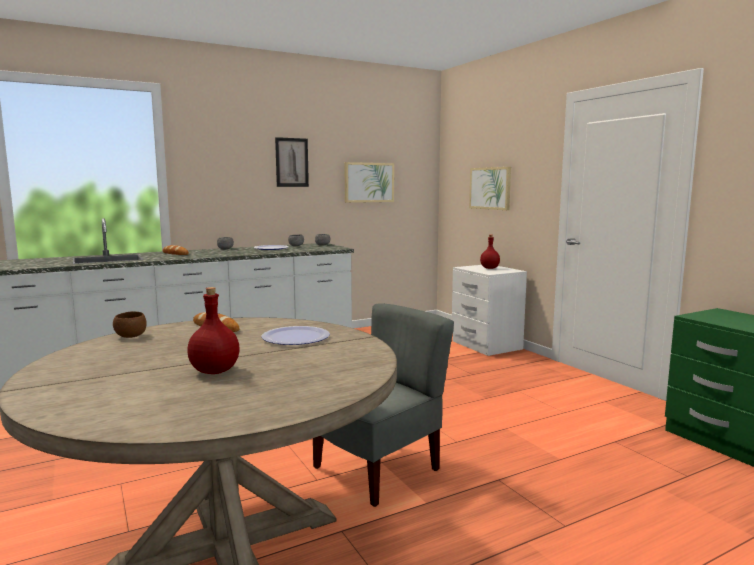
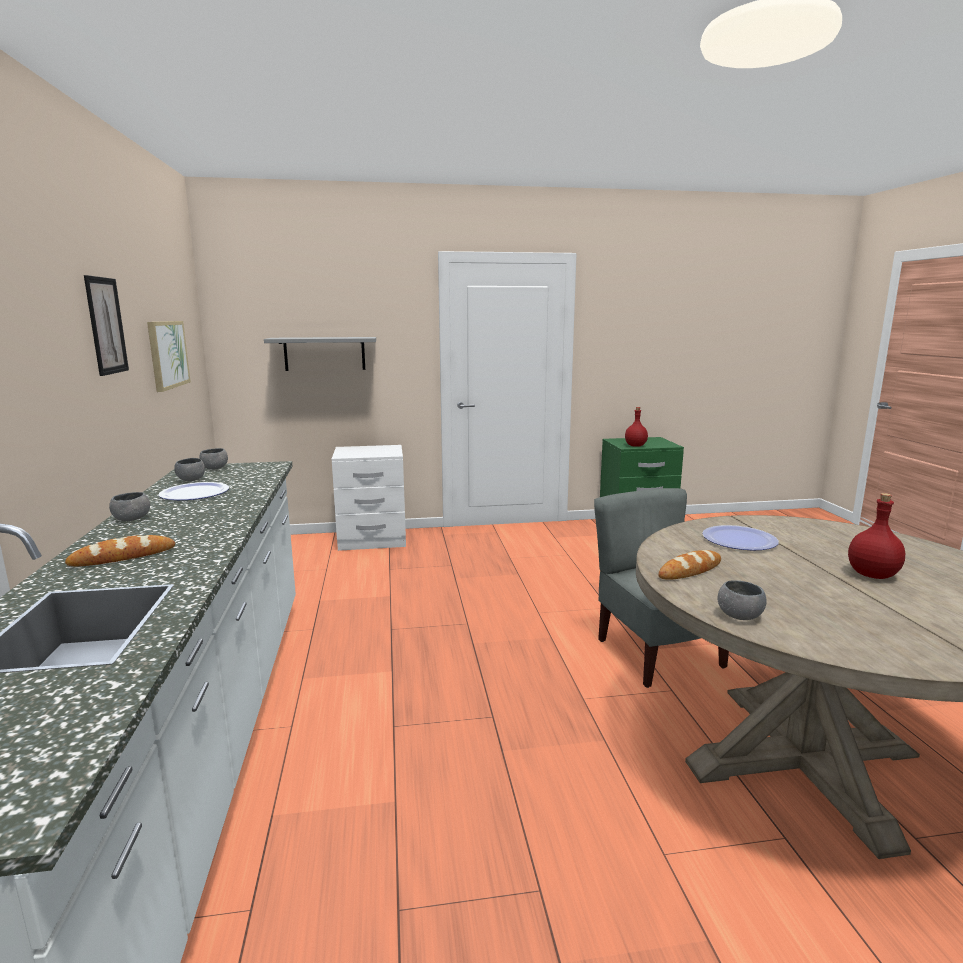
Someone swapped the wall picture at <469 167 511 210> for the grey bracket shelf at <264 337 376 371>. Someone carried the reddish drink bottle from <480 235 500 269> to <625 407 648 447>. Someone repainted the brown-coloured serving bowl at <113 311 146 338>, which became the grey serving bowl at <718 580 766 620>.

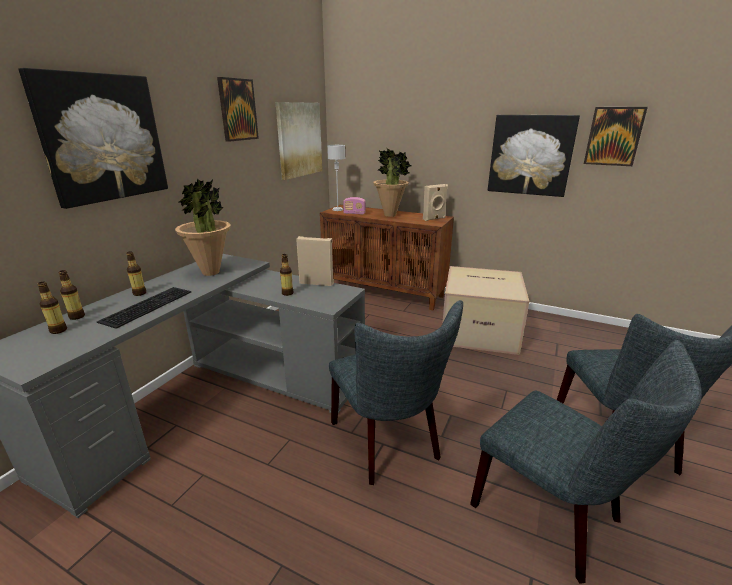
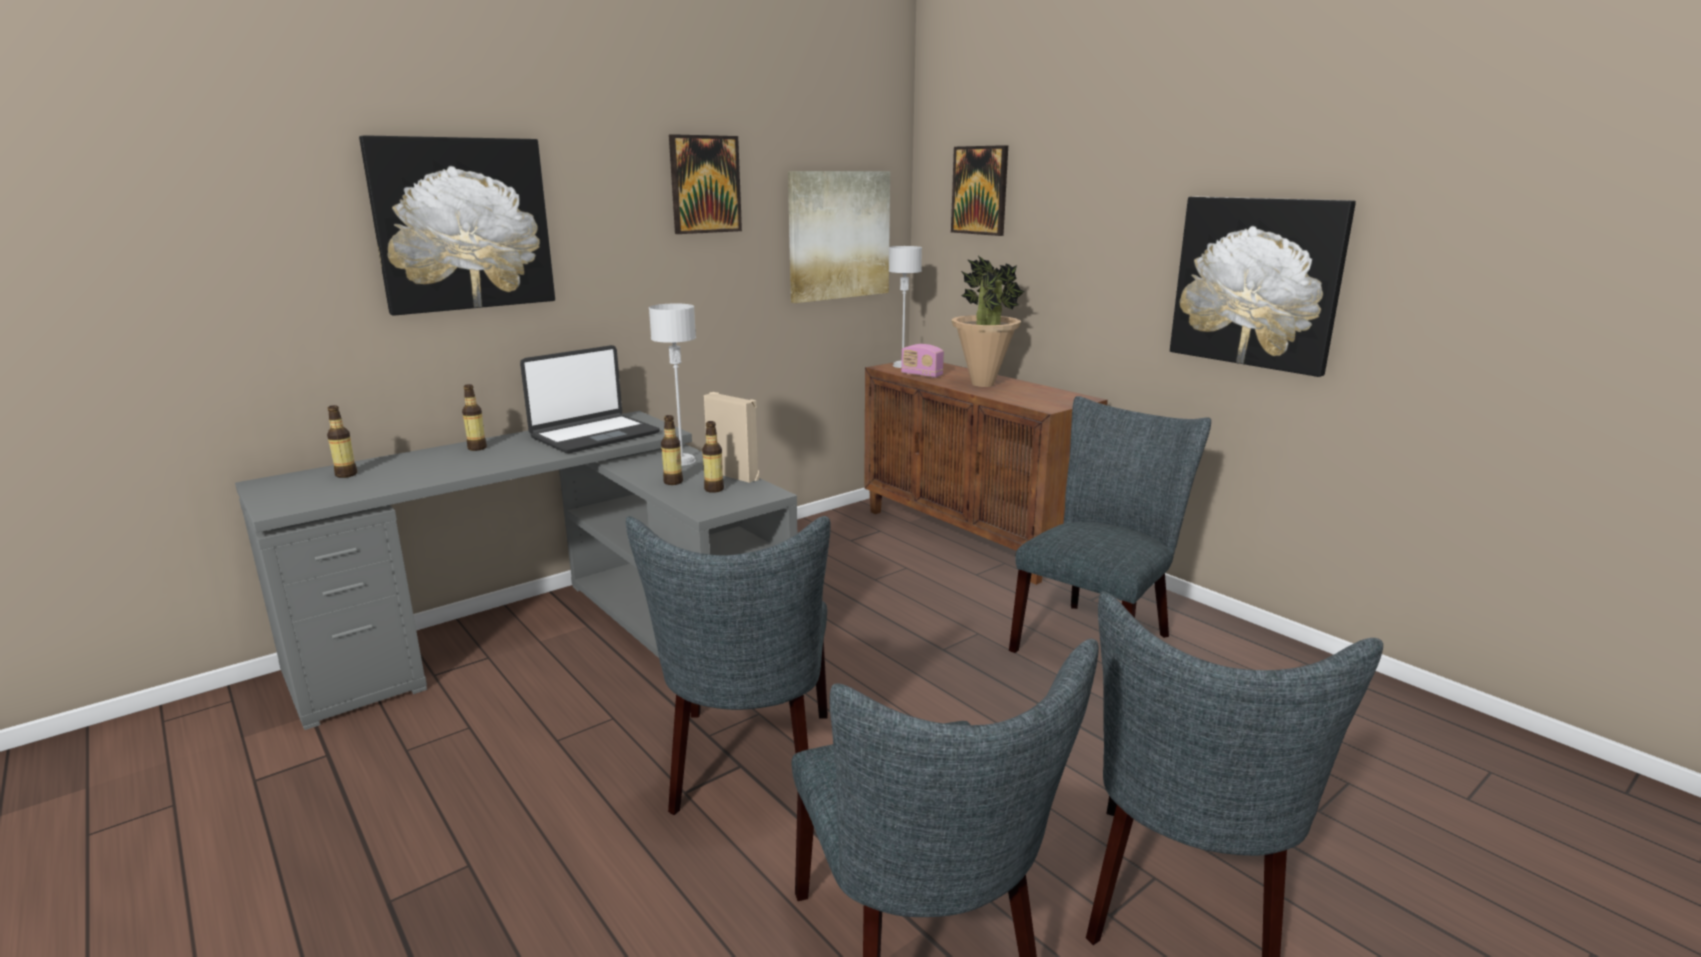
Someone swapped the houseplant at <175 178 231 276> for the portable computer at <520 345 660 453>. Someone put down the grey lamp for a table at <649 304 696 466>. Someone carried the drink bottle from <58 270 85 320> to <702 421 724 493>. Someone carried the wall picture from <584 107 648 166> to <951 145 1008 236>. Someone swapped the cardboard box at <442 266 529 355> for the grey plain chair at <1009 396 1211 653>. Someone took away the PC keyboard at <97 287 191 329>. Someone took away the beige-coloured loudspeaker at <423 184 448 221>.

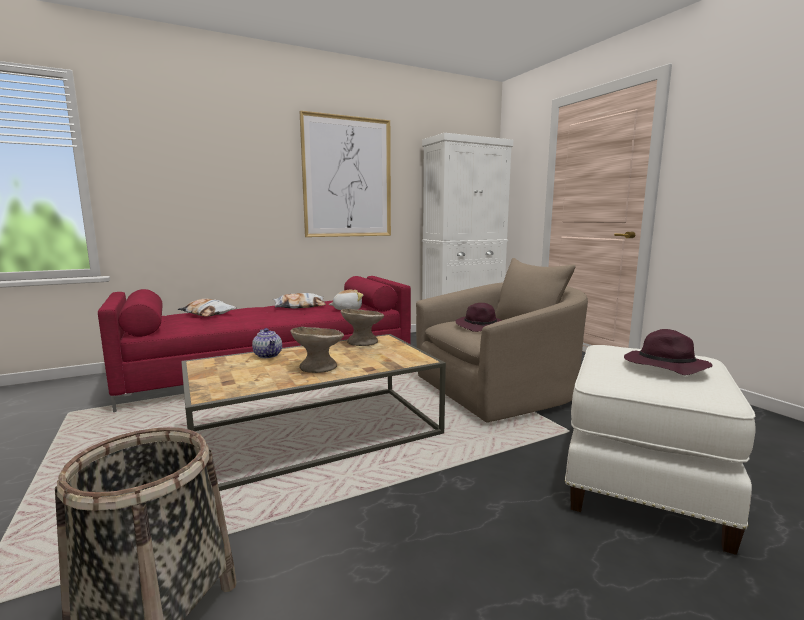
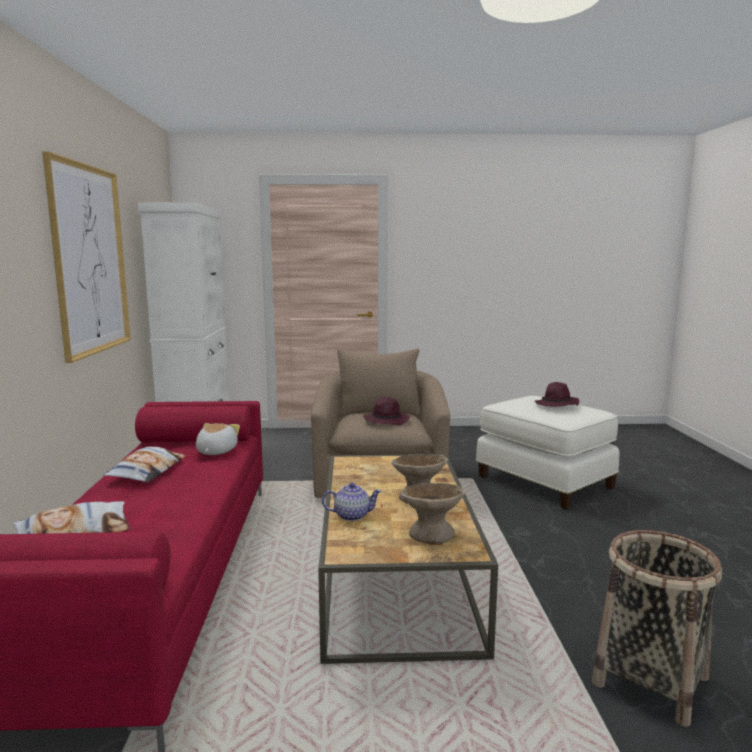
Someone carried the beige-coloured serving bowl from <341 309 384 346> to <400 483 466 544>.

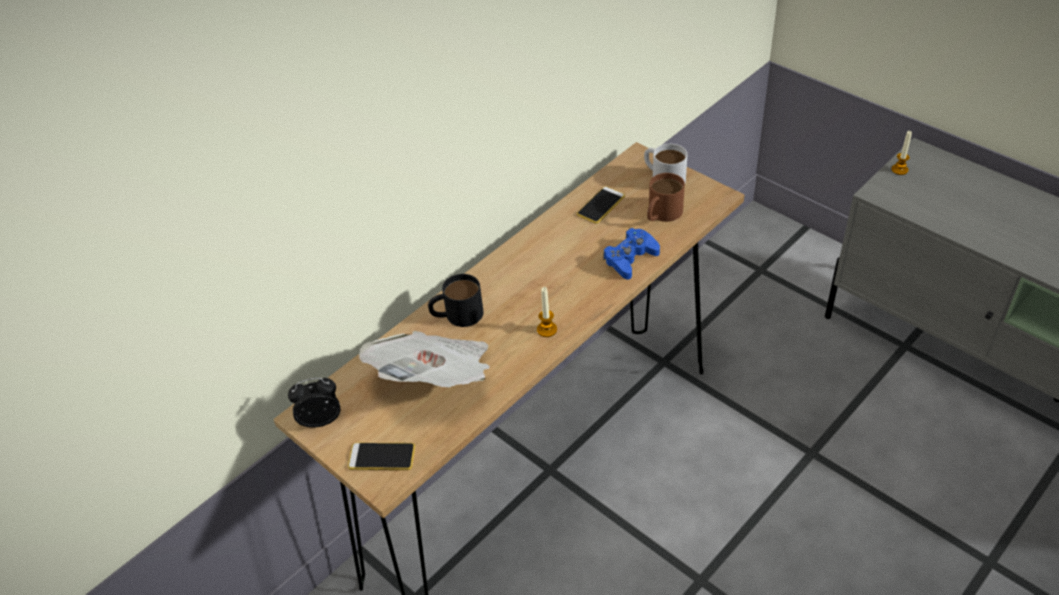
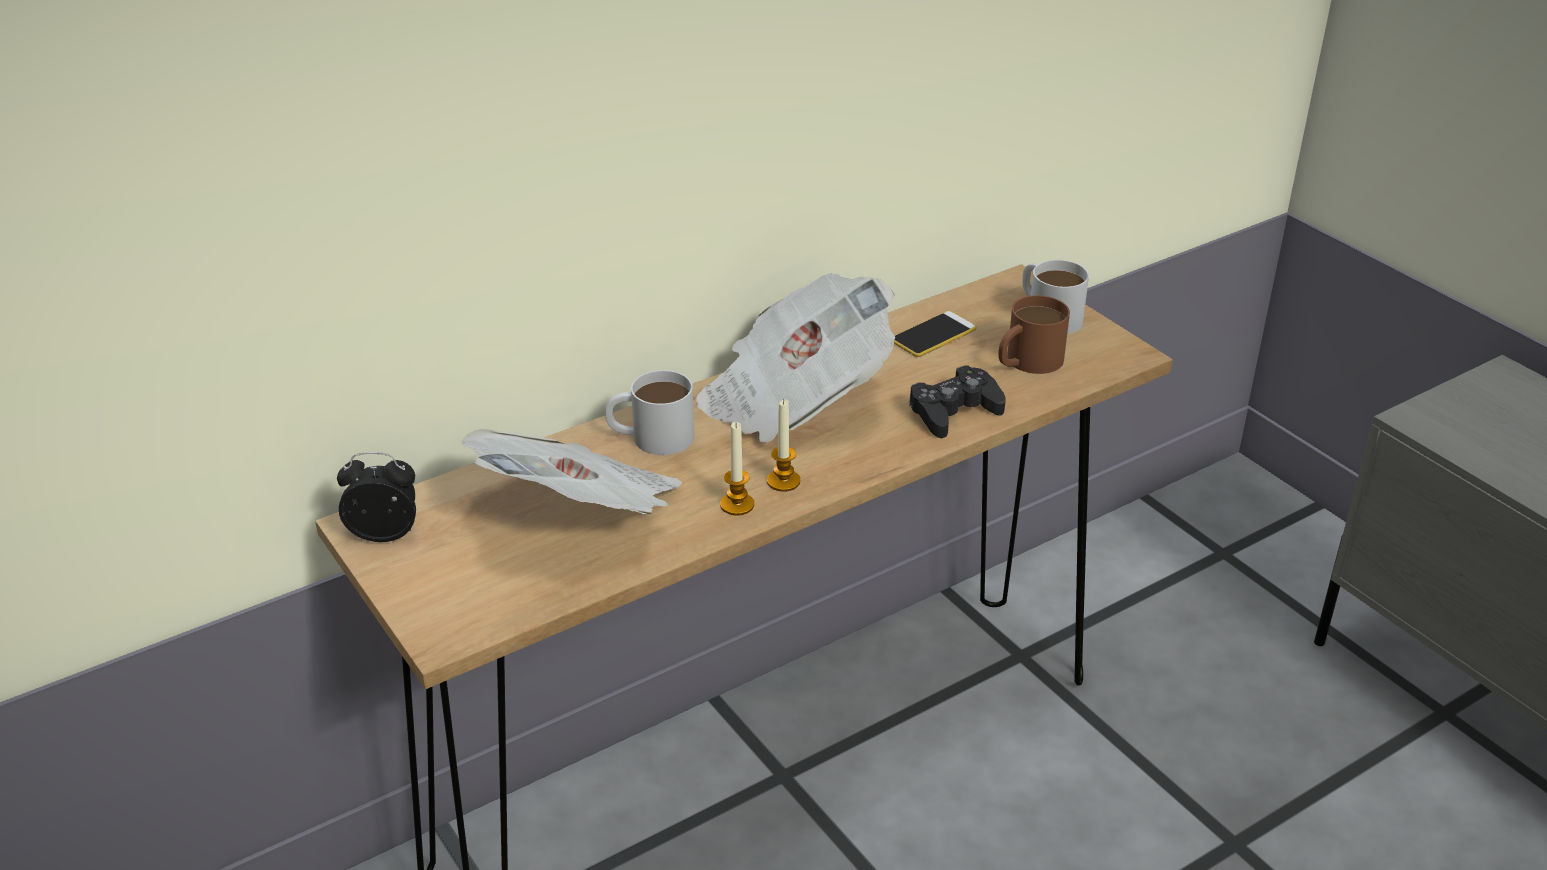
Someone repainted the blackish tea mug at <428 274 483 327>, which became the whitish tea mug at <605 370 694 455>. Someone put down the daily paper at <696 273 895 443>. Someone carried the wax light from <891 131 912 175> to <720 422 754 516>. Someone repainted the bluish gamepad at <603 228 660 279>, which became the blackish gamepad at <909 365 1006 438>. Someone took away the handset at <348 443 415 470>.

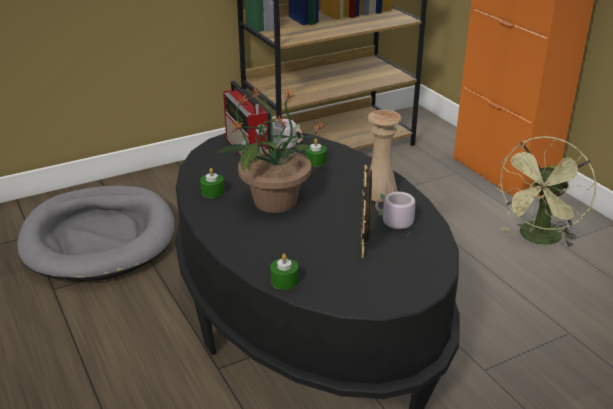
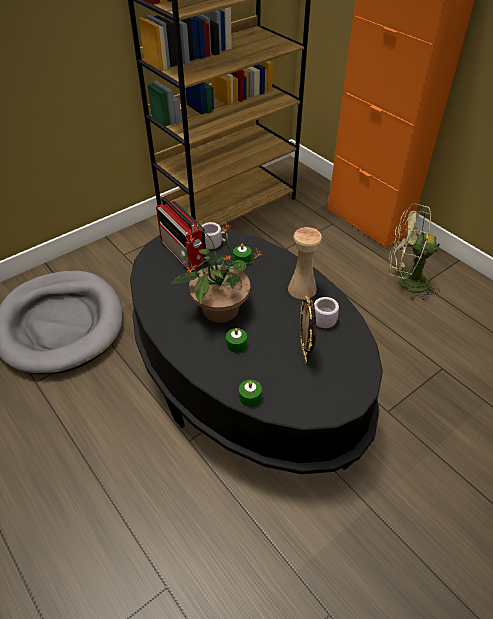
Someone carried the green-coloured wax light from <200 168 224 198> to <226 328 247 353>. Someone rotated the green-coloured electric fan at <495 136 596 248> by 75 degrees clockwise.

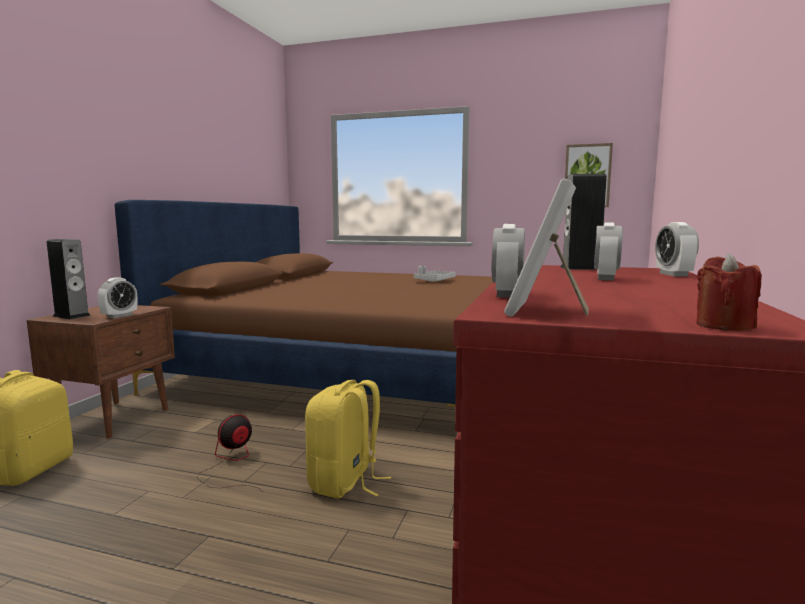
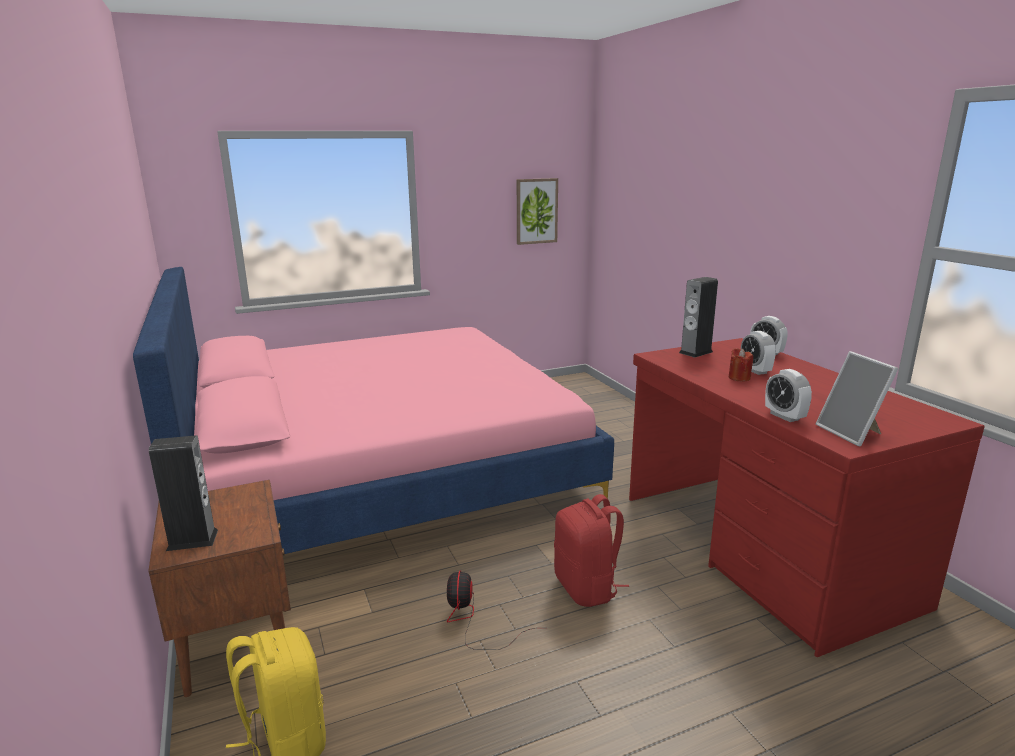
Someone repainted the brown-coloured bedroom bed at <115 200 493 407>, which became the pink-coloured bedroom bed at <133 267 614 554>. Someone repainted the yellow knapsack at <305 380 391 499>, which became the reddish knapsack at <554 494 629 607>. Someone carried the reddish wax light from <696 253 762 331> to <729 348 753 382>. Someone took away the alarm clock at <98 277 137 318>. Someone took away the grey tray at <414 266 456 281>.

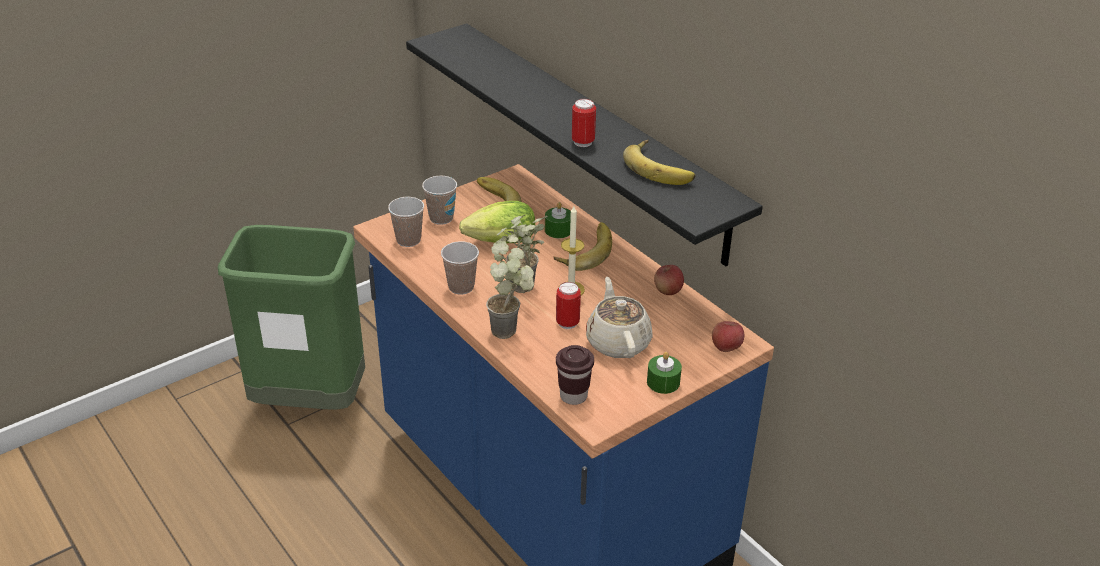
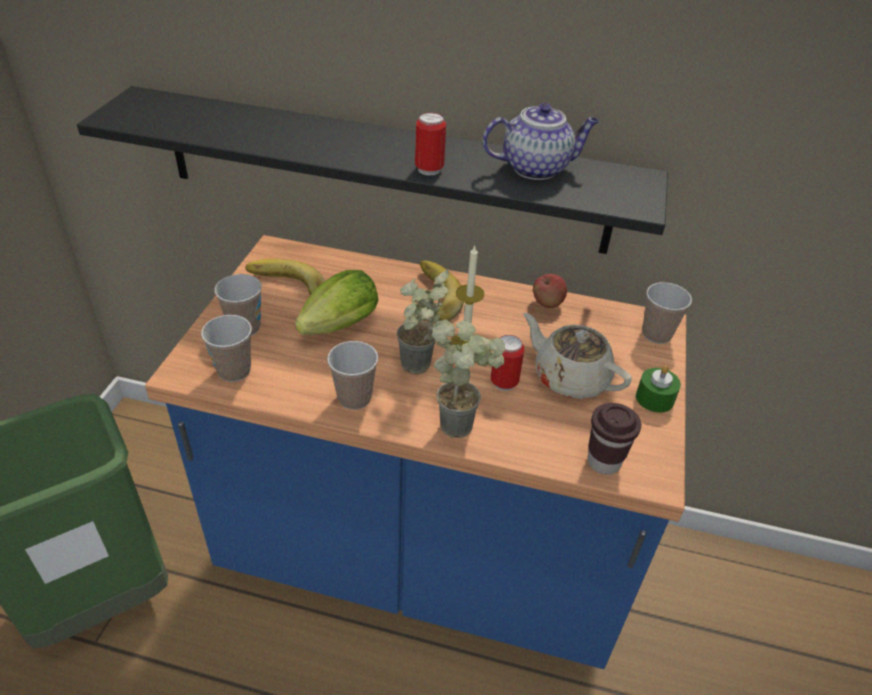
Someone swapped the banana fruit at <623 140 695 185> for the pot for tea at <483 103 599 180>. Someone swapped the whole apple at <712 321 744 352> for the drinking cup at <642 282 692 344>. Someone took away the green-coloured wax light at <545 202 571 238>.

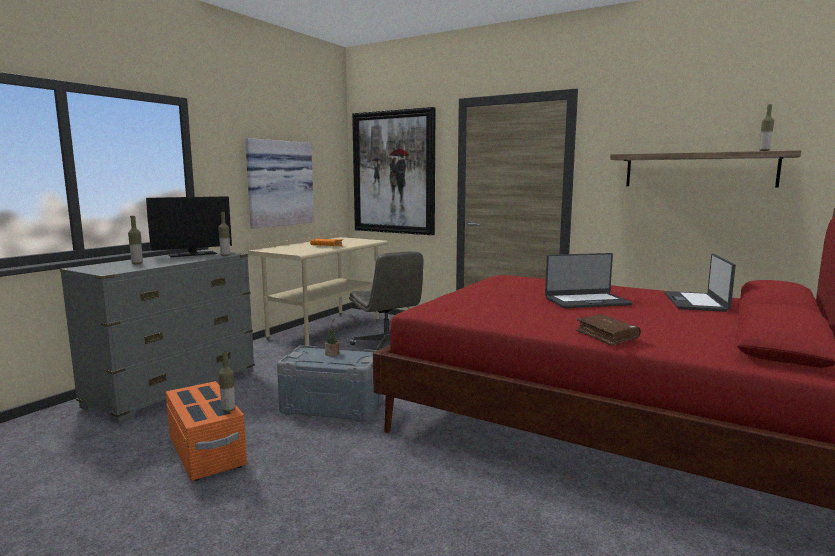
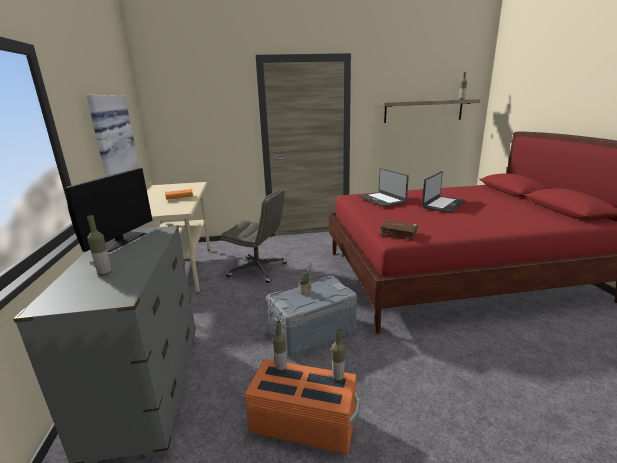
Someone carried the drink bottle from <218 212 230 256> to <273 320 287 371>. Someone carried the portable computer from <664 253 736 312> to <359 168 409 207>. Someone carried the brown-coloured volume from <576 314 641 346> to <380 220 418 240>. Someone took away the wall picture at <352 107 435 235>.

